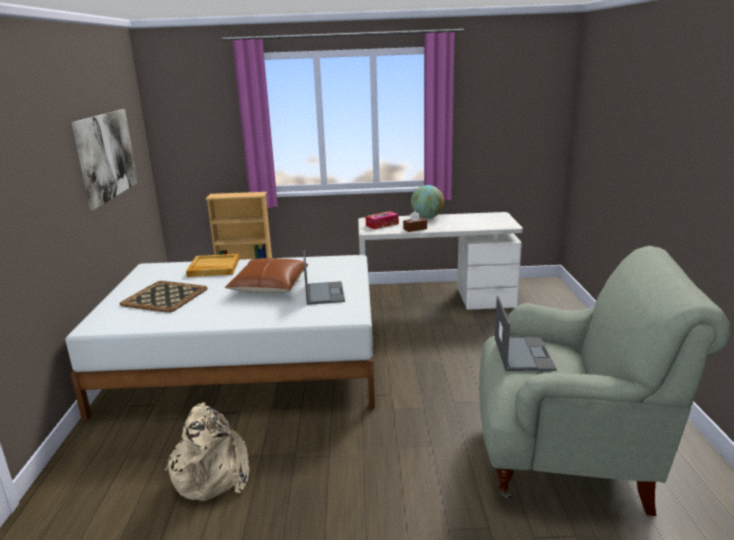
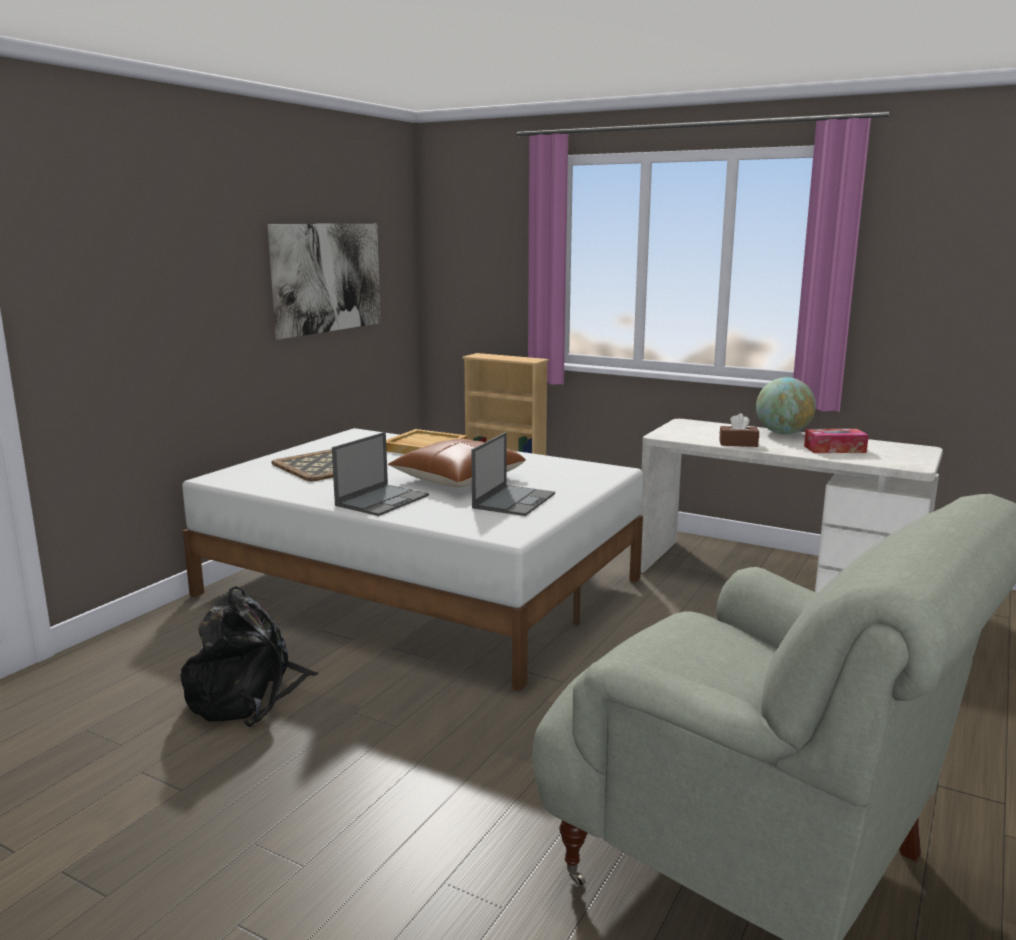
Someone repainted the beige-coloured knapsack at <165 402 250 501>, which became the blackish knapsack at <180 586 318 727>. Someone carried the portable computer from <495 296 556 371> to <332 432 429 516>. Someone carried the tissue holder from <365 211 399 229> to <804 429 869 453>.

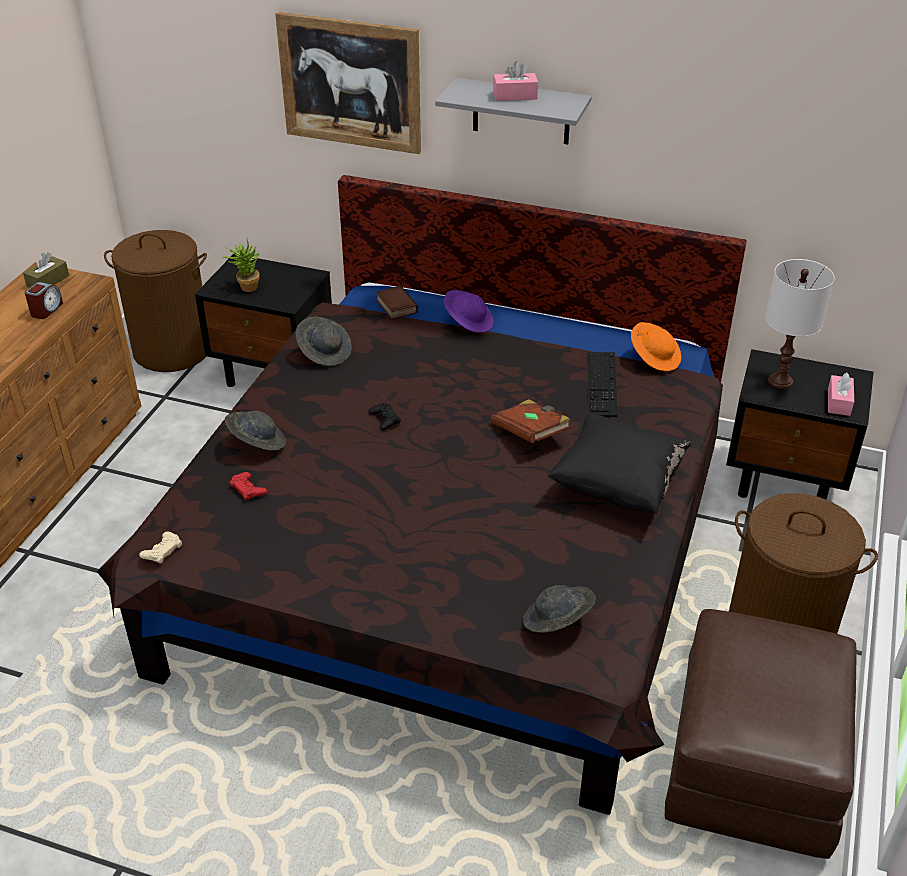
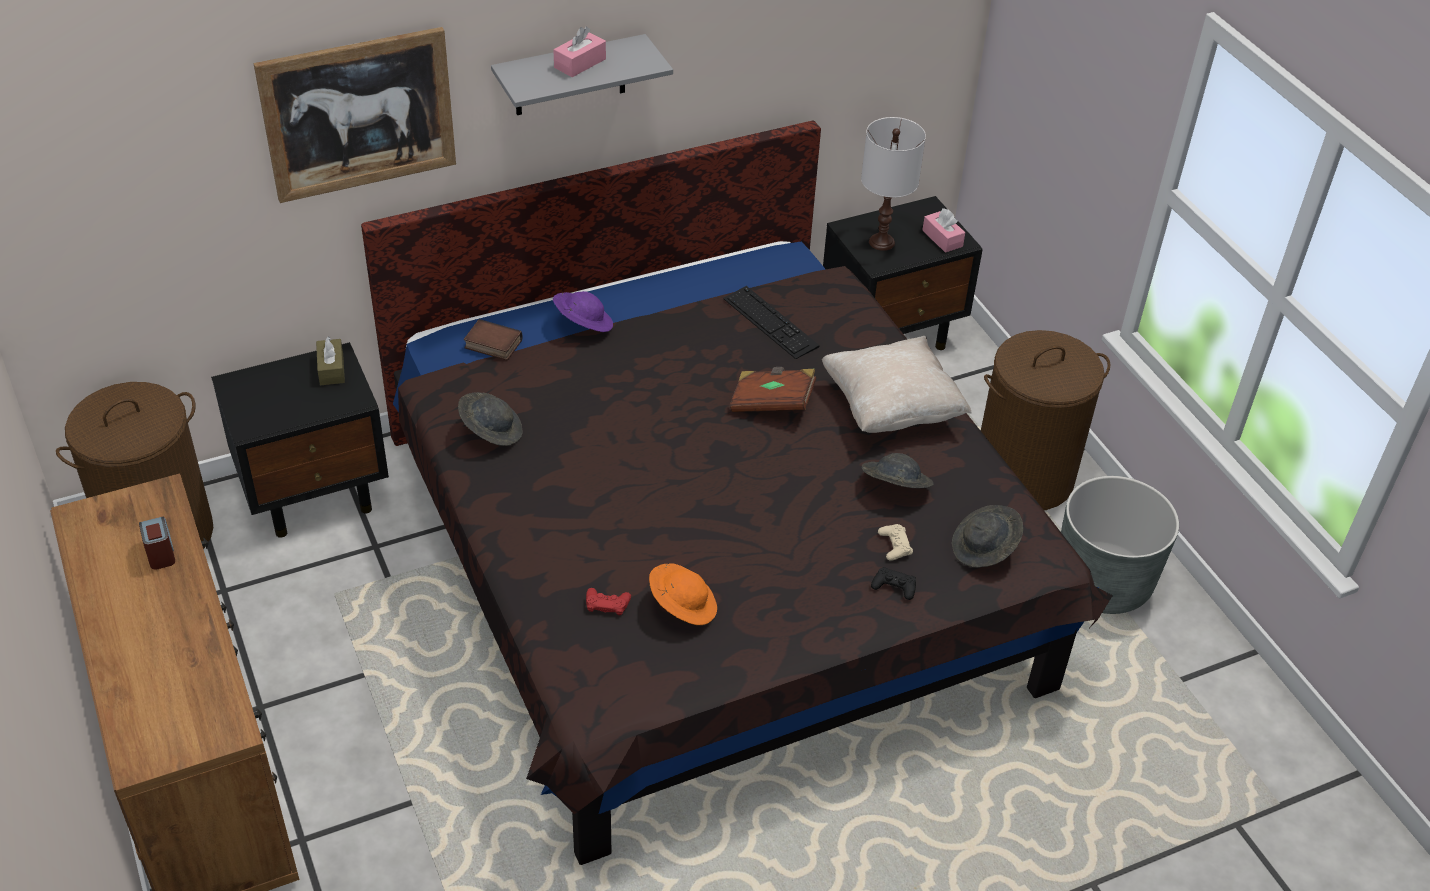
Someone carried the brown-coloured tissue holder from <23 252 69 288> to <316 337 345 385>. Someone carried the orangey wearable hat from <631 322 681 371> to <649 563 717 625>. Someone repainted the blackish pillow at <548 414 691 514>, which became the beige-coloured pillow at <822 336 971 433>. Someone carried the grey wearable hat from <225 411 286 451> to <862 453 934 488>. Someone carried the blackish gamepad from <368 402 401 430> to <871 567 916 600>. Someone carried the beige-coloured gamepad from <139 532 182 564> to <878 524 913 561>. Someone swapped the brown-coloured ottoman at <665 609 857 859> for the grey flower pot at <1061 476 1179 614>. Someone took away the houseplant at <223 239 260 292>.

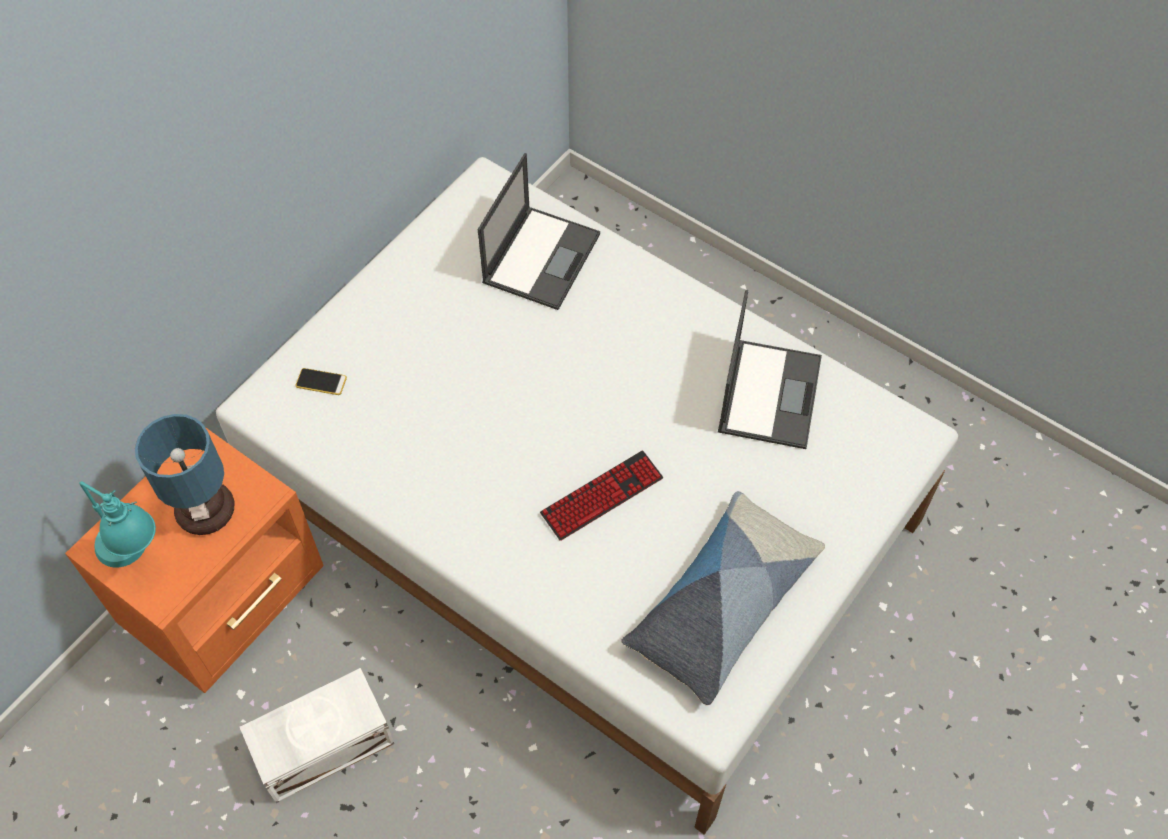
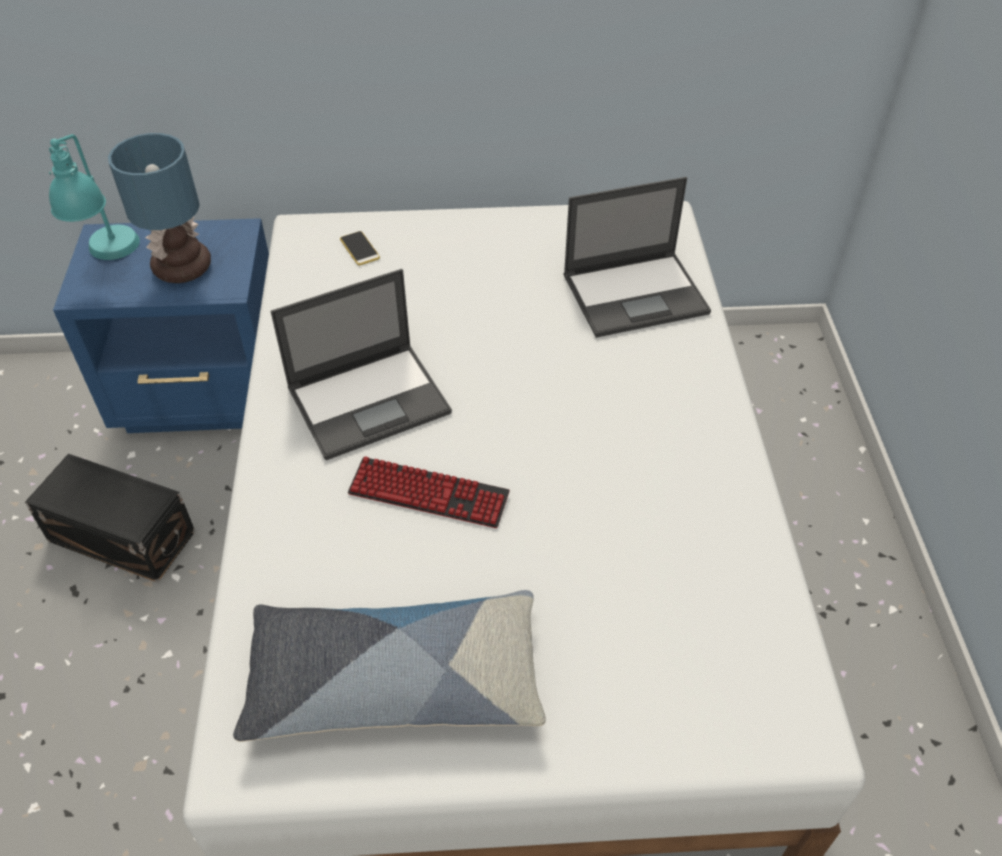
Someone repainted the whitish storage bin at <240 668 394 803>, which became the blackish storage bin at <25 454 195 583>. Someone repainted the orangey nightstand at <65 427 324 693>, which became the bluish nightstand at <53 218 269 433>. Someone carried the portable computer from <718 290 822 449> to <271 269 452 460>.

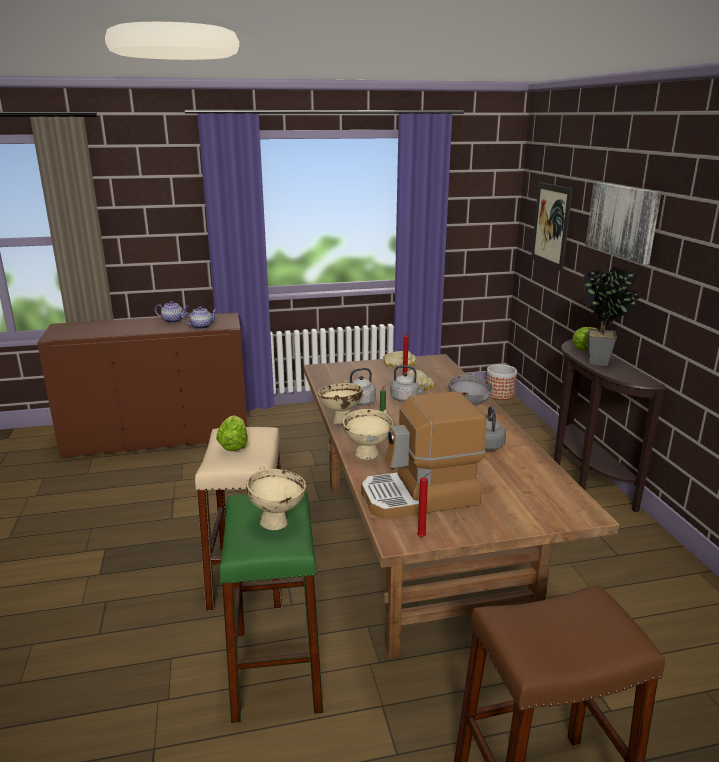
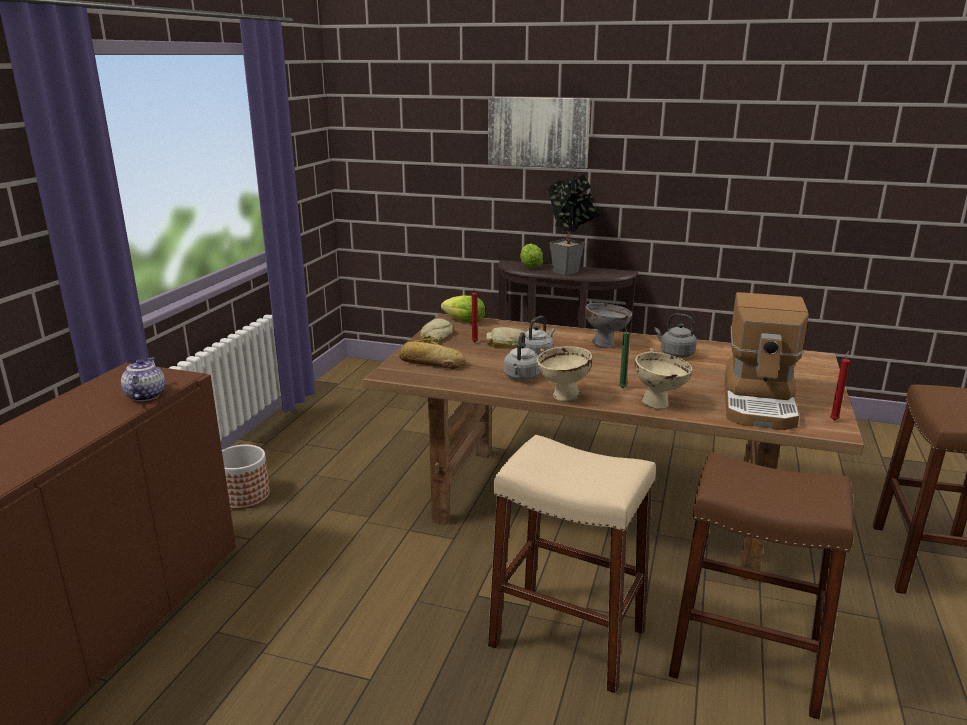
Someone carried the flower pot from <486 364 517 400> to <222 445 270 509>. Someone put down the bread at <399 339 465 369>. Someone carried the lettuce from <216 415 248 451> to <441 295 485 324>. Someone repainted the green-coloured stool seat at <219 491 323 723>, which became the brown-coloured stool seat at <669 452 854 719>. Someone took away the pot for tea at <155 301 189 323>. Someone took away the beige-coloured serving bowl at <246 466 306 530>. Someone took away the wall picture at <531 182 573 271>.

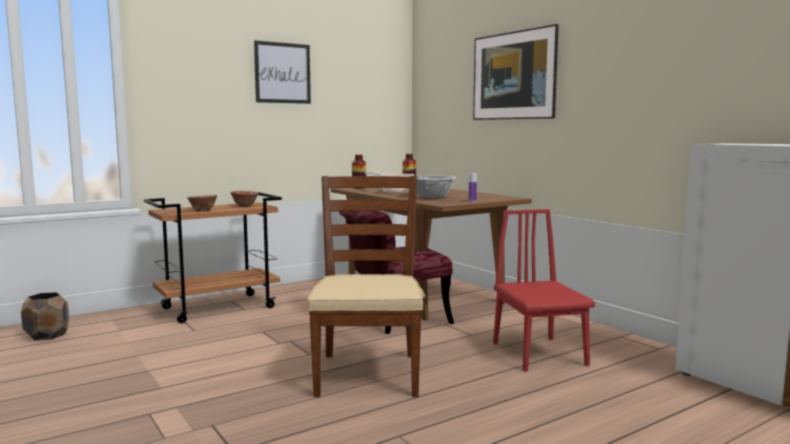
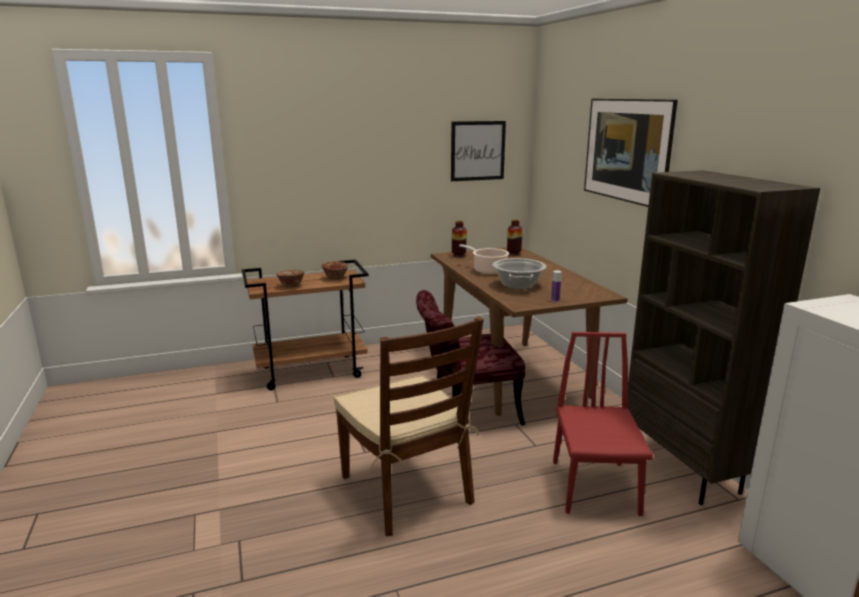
Someone rotated the brown-coloured plain chair at <308 176 425 397> by 135 degrees clockwise. Someone carried the wall picture from <254 40 311 104> to <451 121 506 181>. Someone put down the brown-coloured bookcase at <628 170 820 505>. Someone took away the brown-coloured flower pot at <21 292 69 341>.

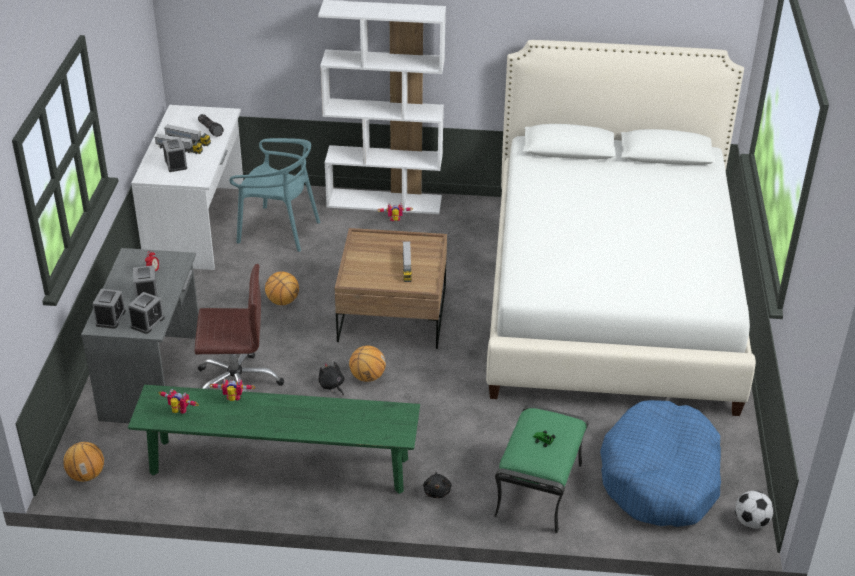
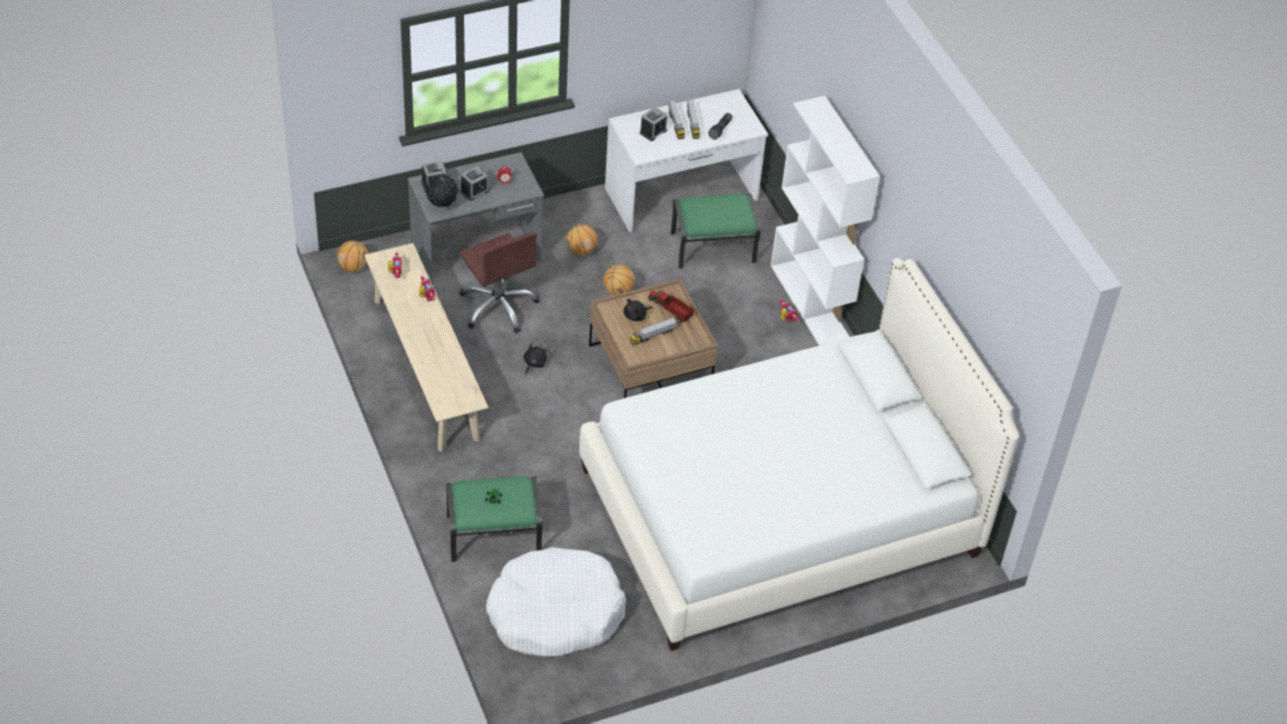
Someone repainted the green-coloured indoor bench at <128 385 420 494>, which became the beige-coloured indoor bench at <364 243 488 452>. Someone swapped the alarm clock at <128 292 165 334> for the desk globe at <426 175 459 207>. Someone repainted the bluish dog bed at <600 400 721 527>, which became the whitish dog bed at <486 547 626 657>. Someone carried the ball for basketball from <349 346 386 382> to <566 224 598 255>. Someone carried the blackish soft toy from <423 472 452 498> to <624 299 653 321>. Someone put down the model truck at <648 290 694 323>. Someone swapped the turquoise plain chair at <229 138 320 252> for the green-coloured ottoman at <671 193 761 269>. Someone took away the football at <735 491 774 529>.

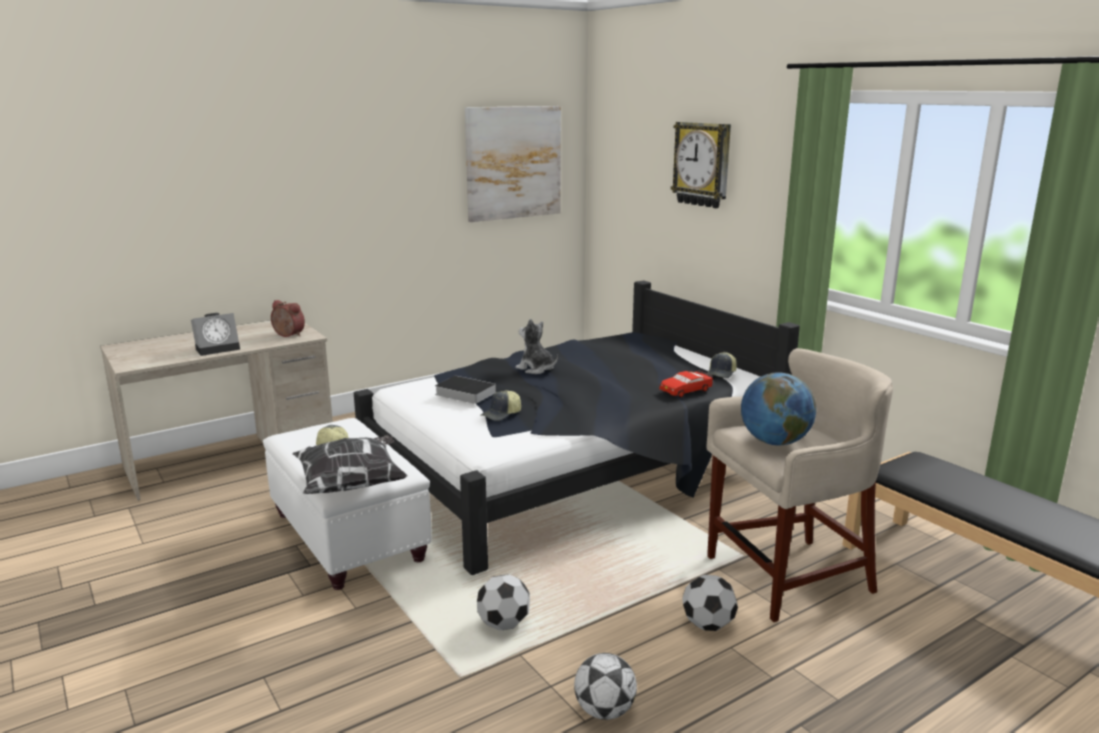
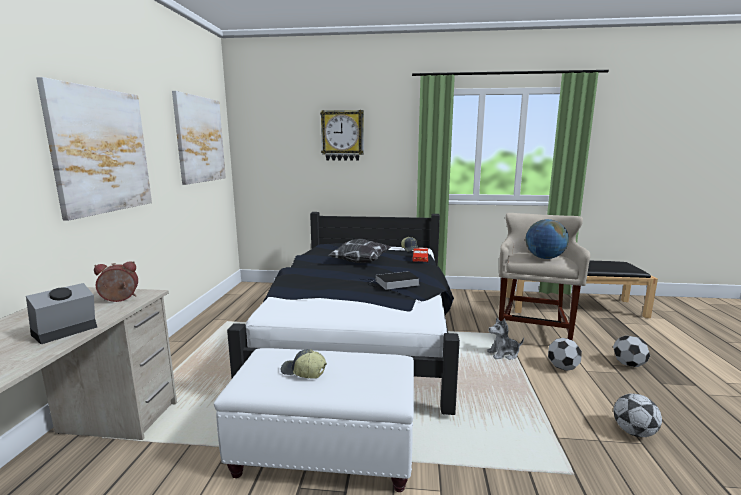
Someone rotated the alarm clock at <191 313 240 356> by 150 degrees counterclockwise. Someone put up the wall picture at <36 77 152 221>. Someone carried the pillow from <292 434 408 494> to <329 239 391 263>. Someone carried the volume from <435 376 496 404> to <370 271 420 290>. Someone carried the soft toy from <516 319 558 374> to <487 318 524 360>. Someone carried the football from <477 574 530 630> to <613 335 650 367>. Someone took away the peaked cap at <480 390 521 421>.

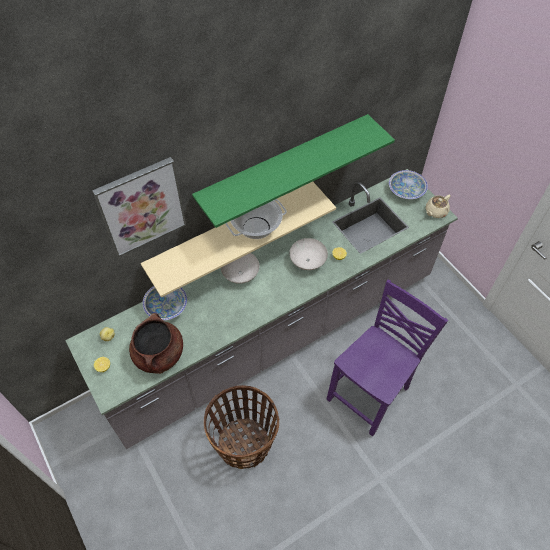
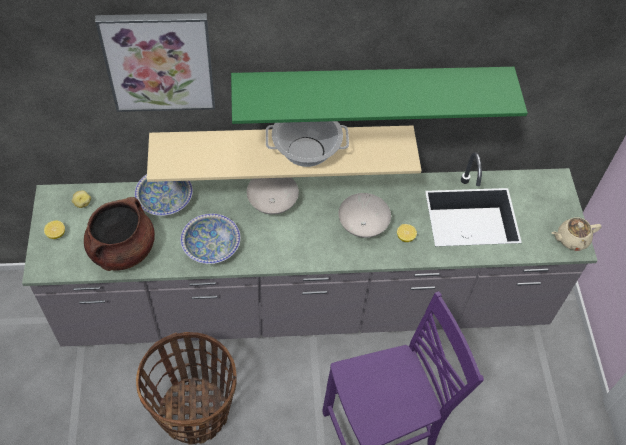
Someone carried the serving bowl from <389 170 428 199> to <180 214 241 264>.

